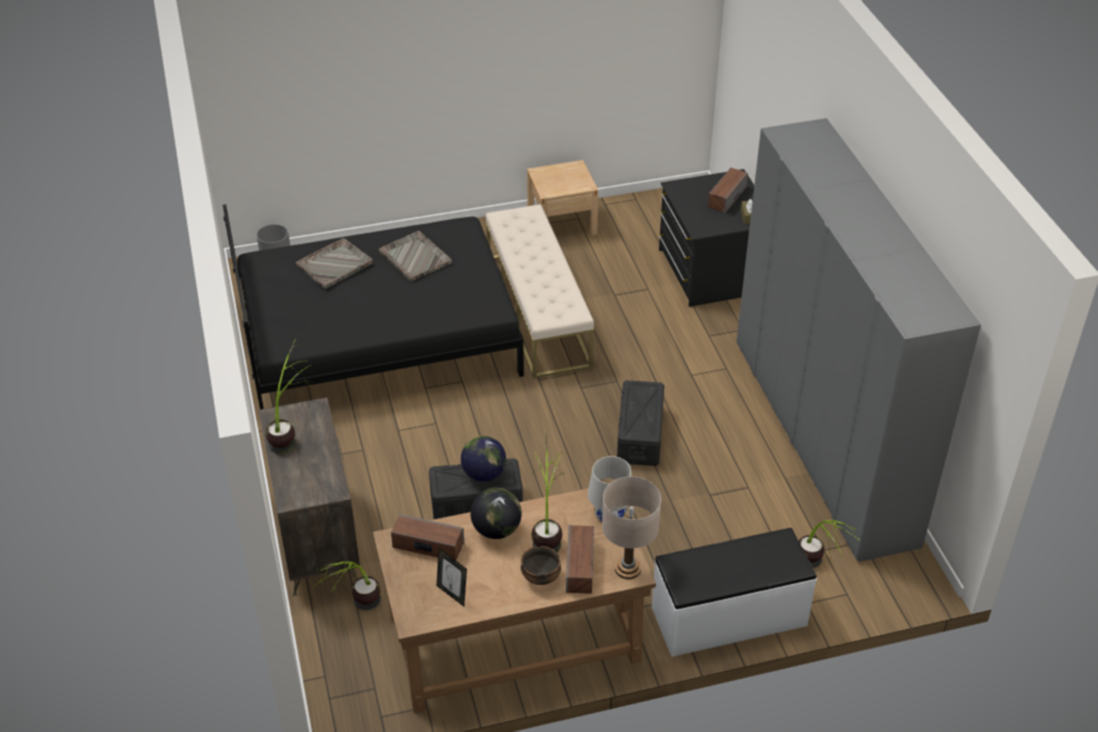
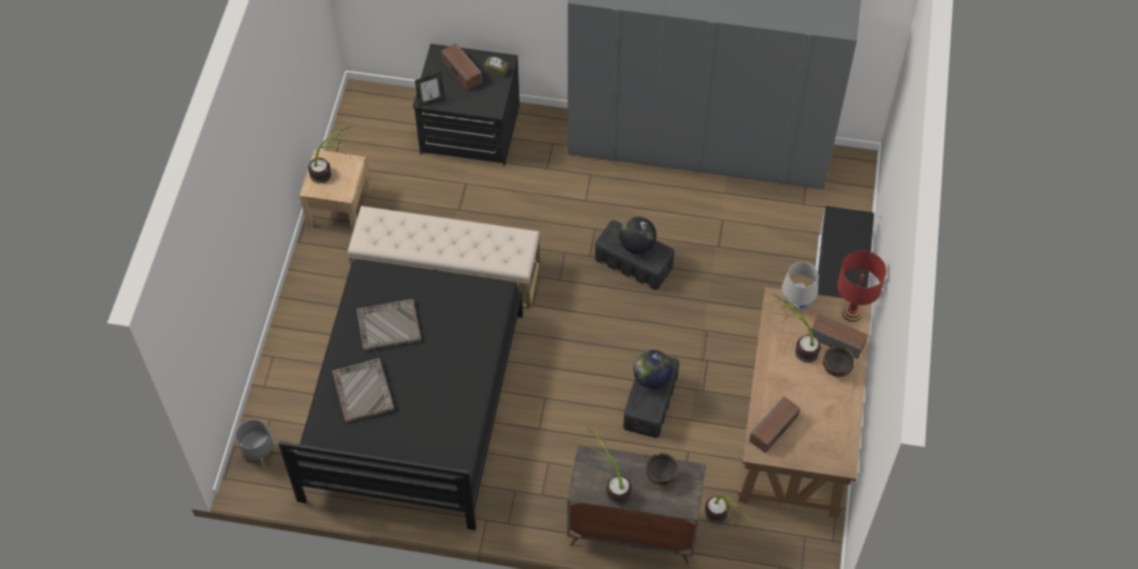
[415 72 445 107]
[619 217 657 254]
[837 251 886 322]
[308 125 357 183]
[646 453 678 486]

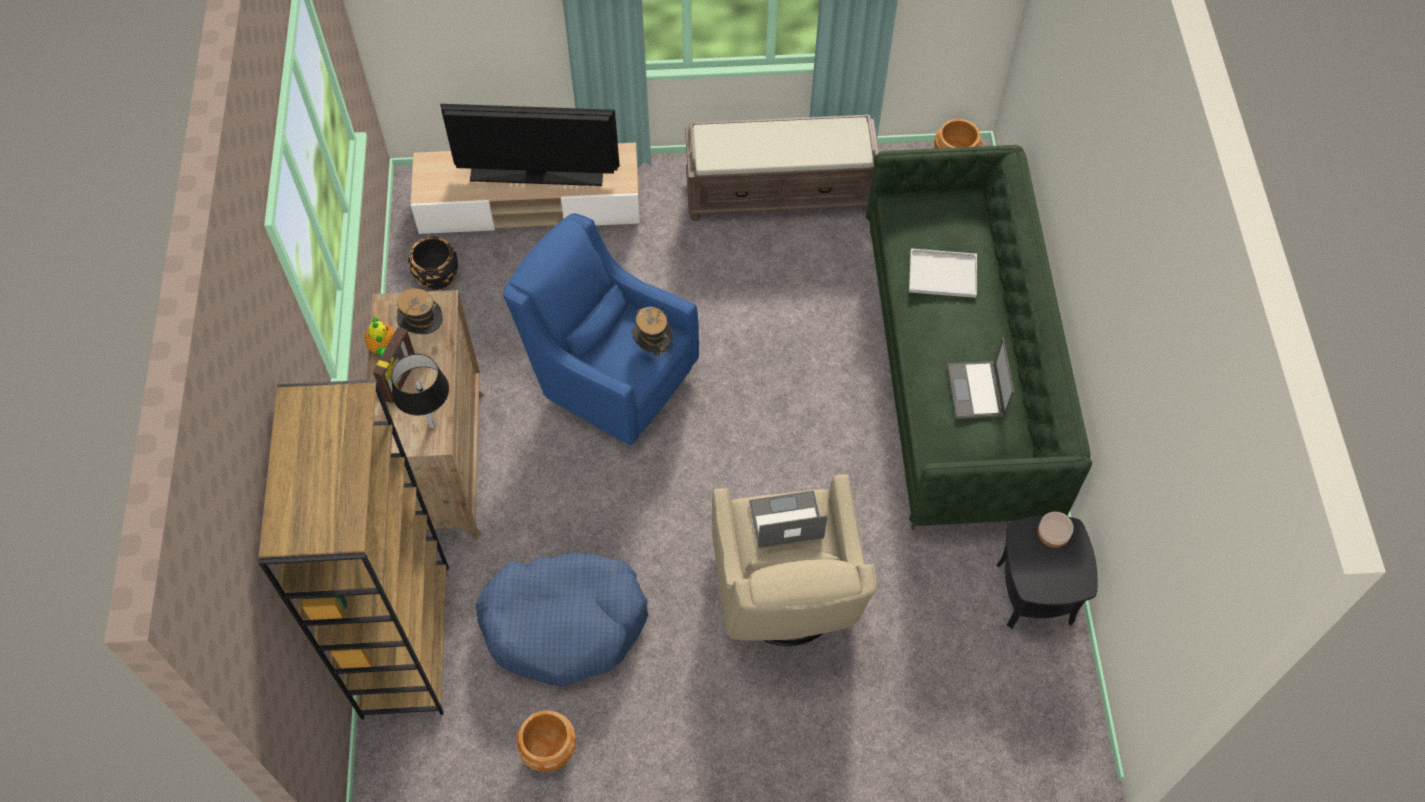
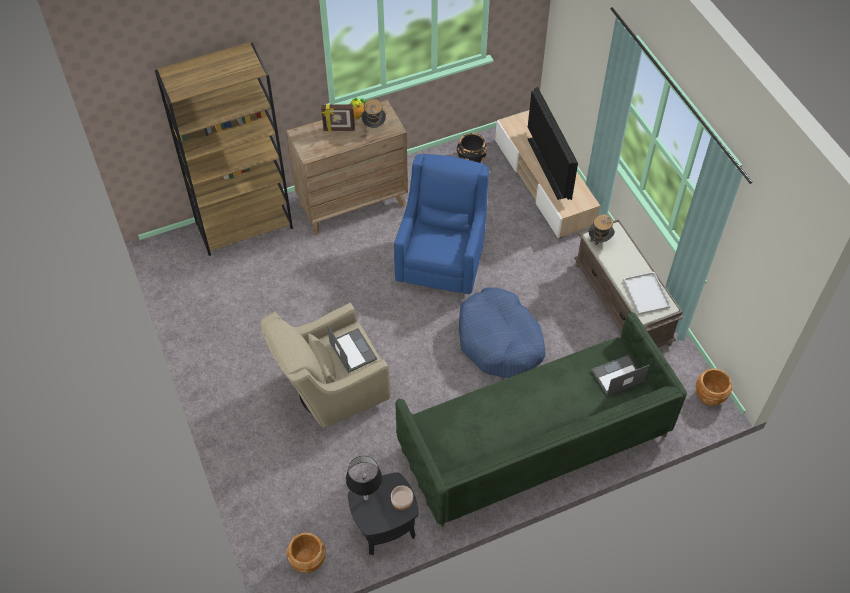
[346 456 382 500]
[459 287 545 378]
[287 533 326 573]
[588 214 615 245]
[623 272 671 315]
[591 355 649 396]

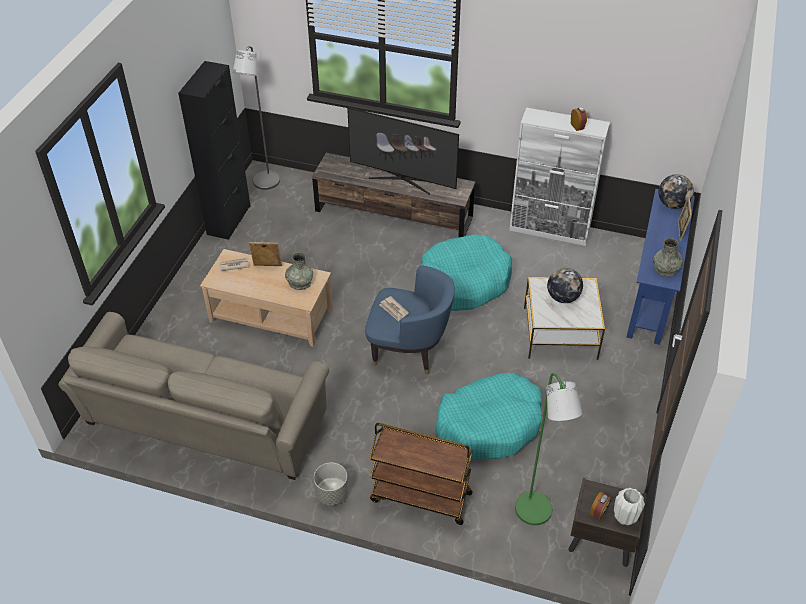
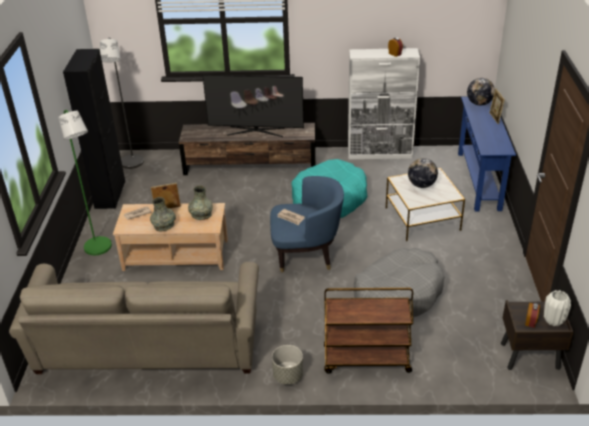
[353 248 444 317]
[58 110 112 255]
[150 197 176 231]

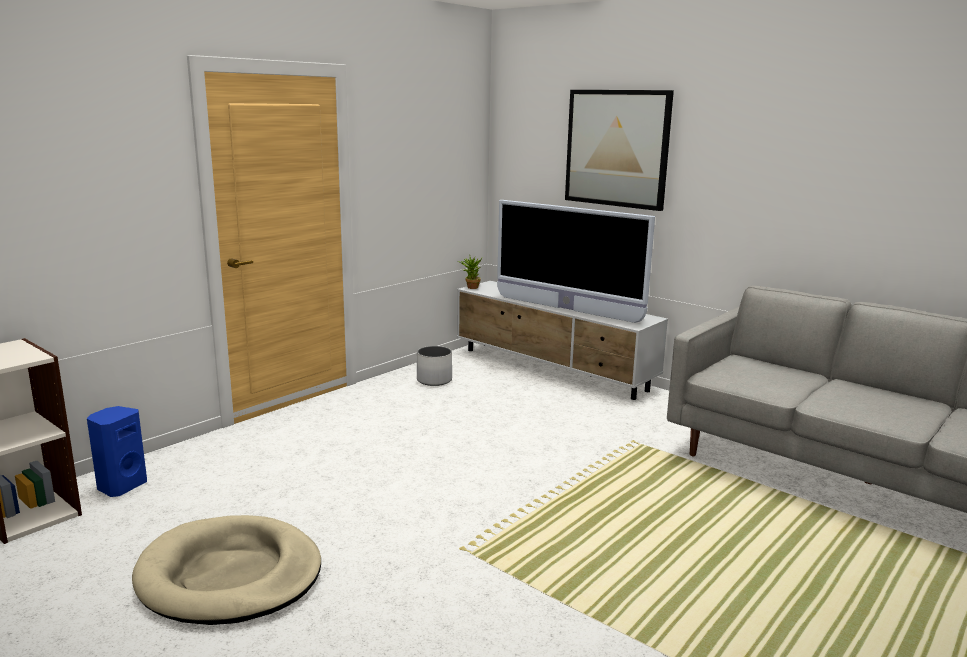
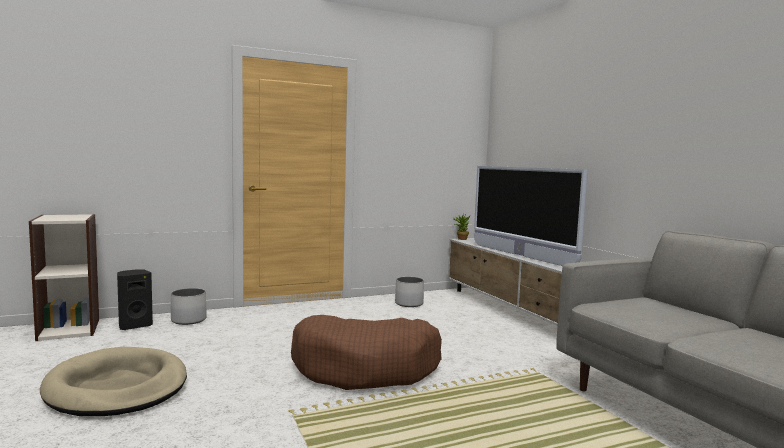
[117 269 153 330]
[565 90 674 211] (first image)
[171 288 207 325]
[291 315 442 390]

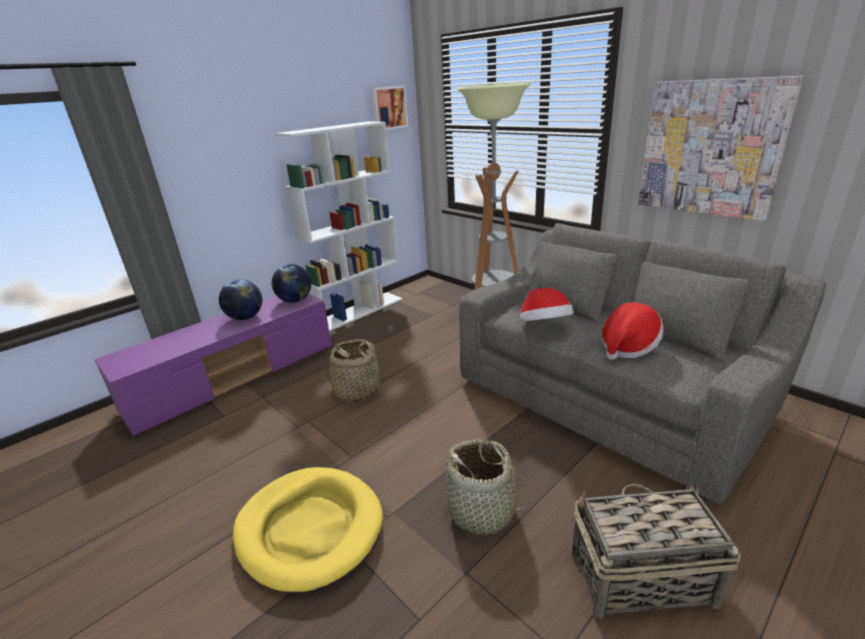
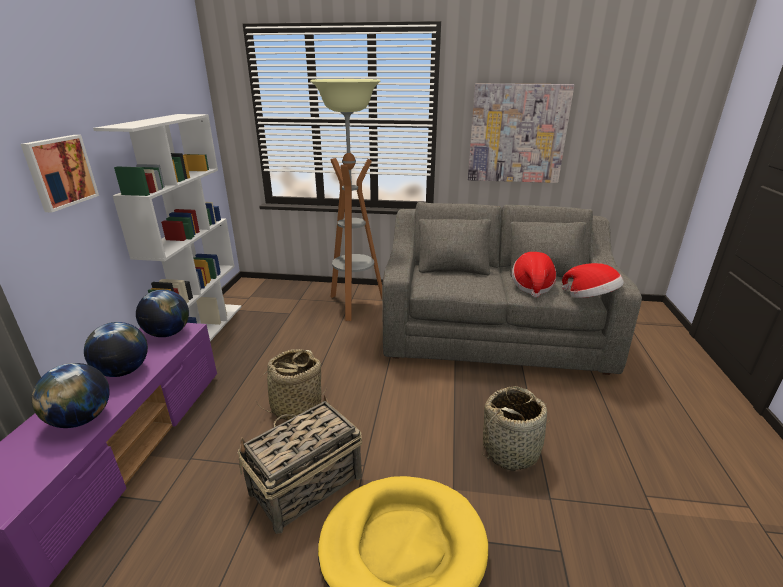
[21 135 99 212]
[562 263 624 298]
[237 395 362 534]
[32 363 110 428]

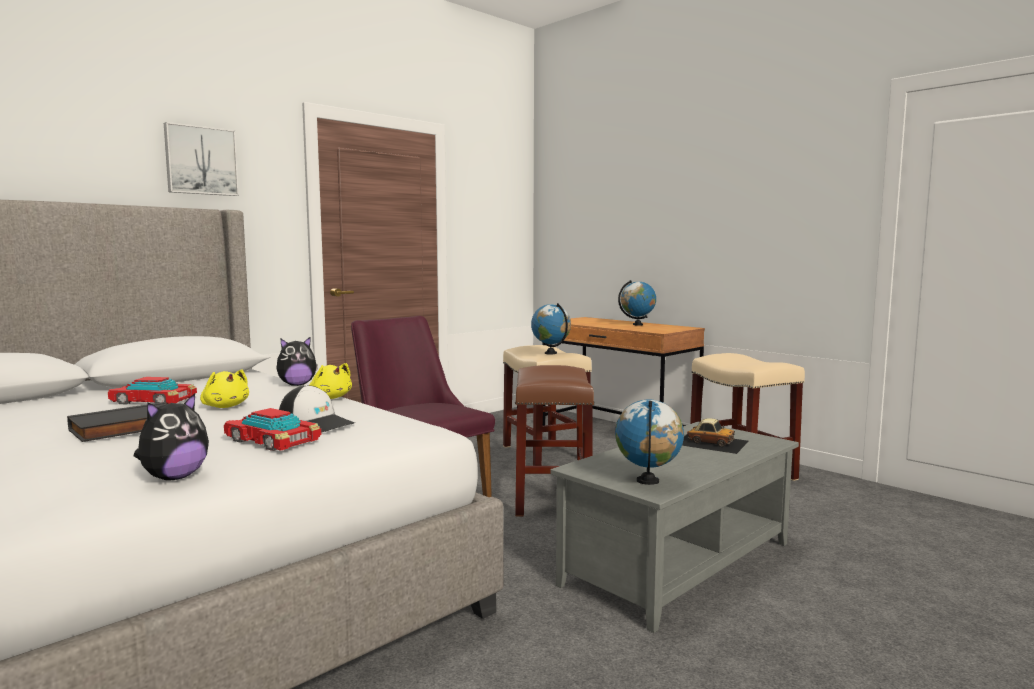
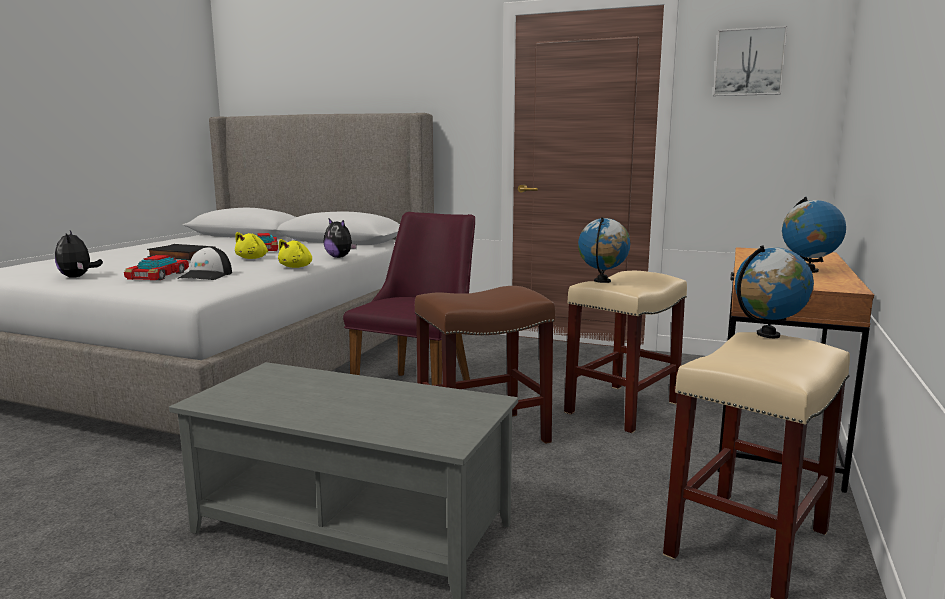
[55 230 103 278]
[713 26 788 96]
[735 245 814 338]
[682 418 749 454] (first image)

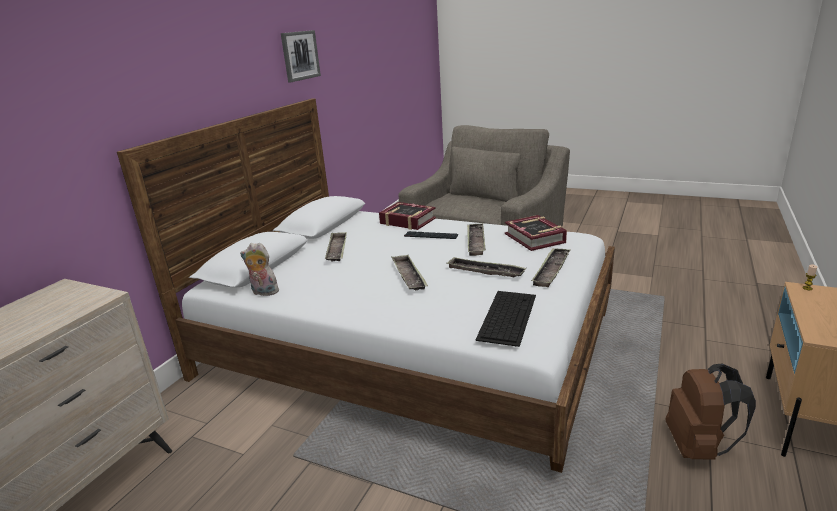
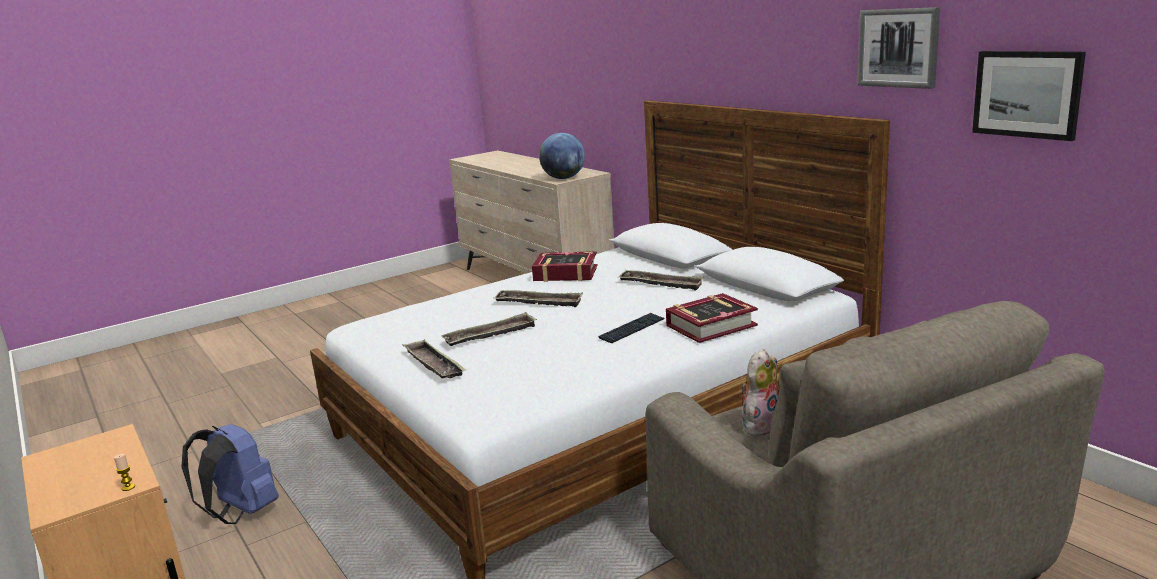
[741 349 778 436]
[467 223 486 256] (first image)
[475 291 536 347] (first image)
[532 251 598 282]
[182 424 279 524]
[539 133 585 179]
[972 51 1086 141]

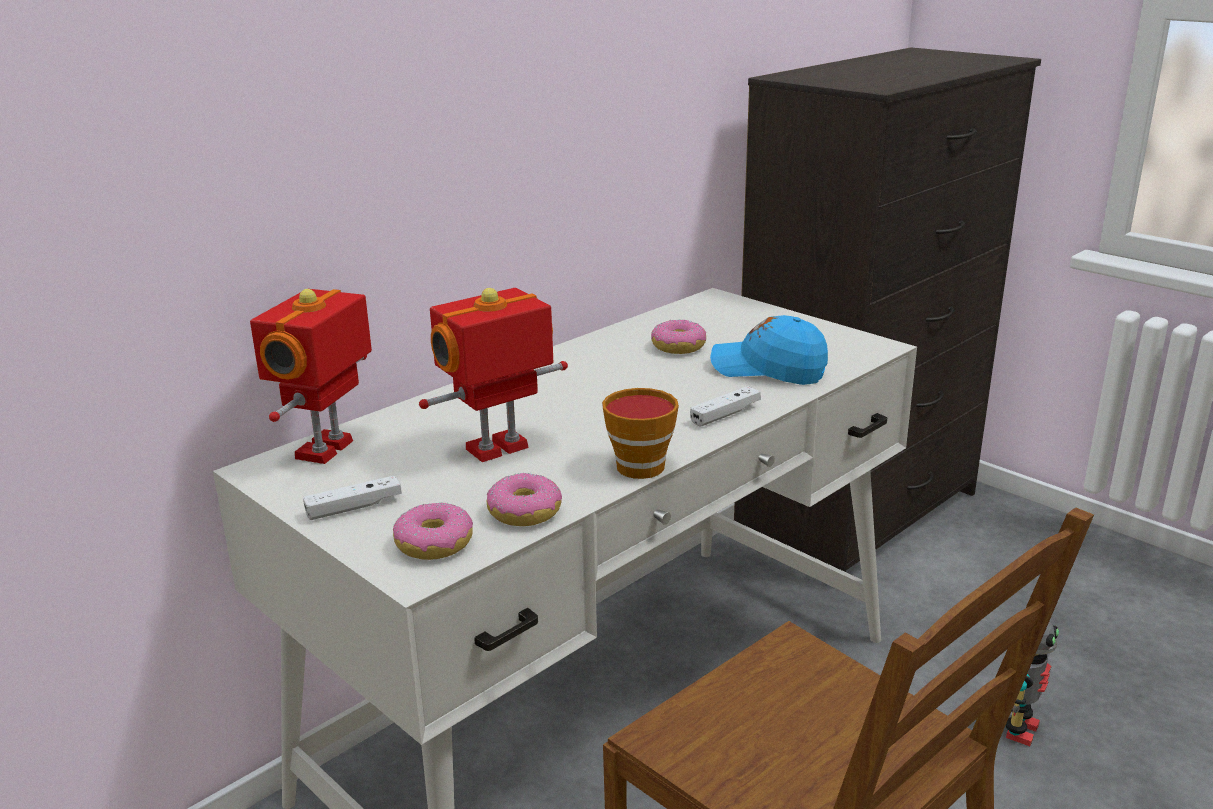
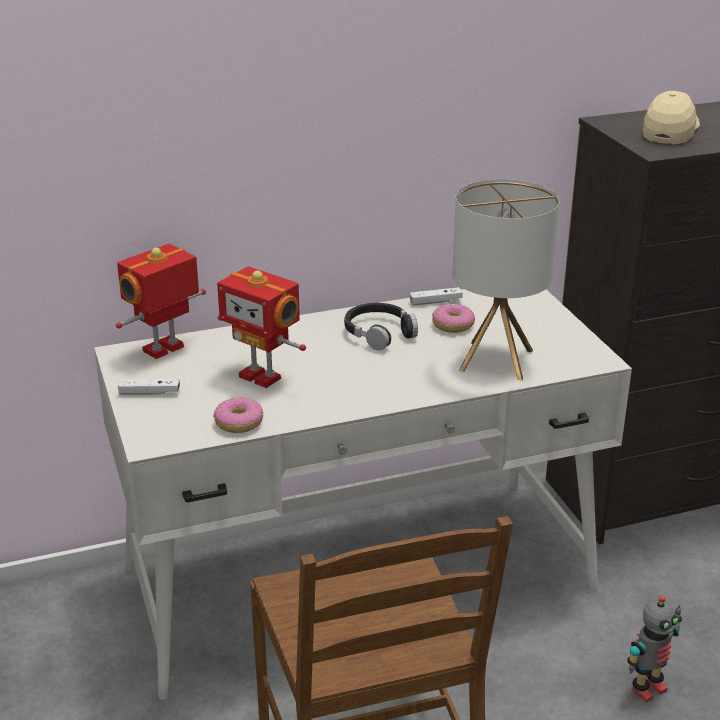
[393 503 473 560] (first image)
[217 266 306 388]
[602 388 679 479] (first image)
[410 287 462 306]
[452 179 560 381]
[344 303 418 350]
[643 91 700 145]

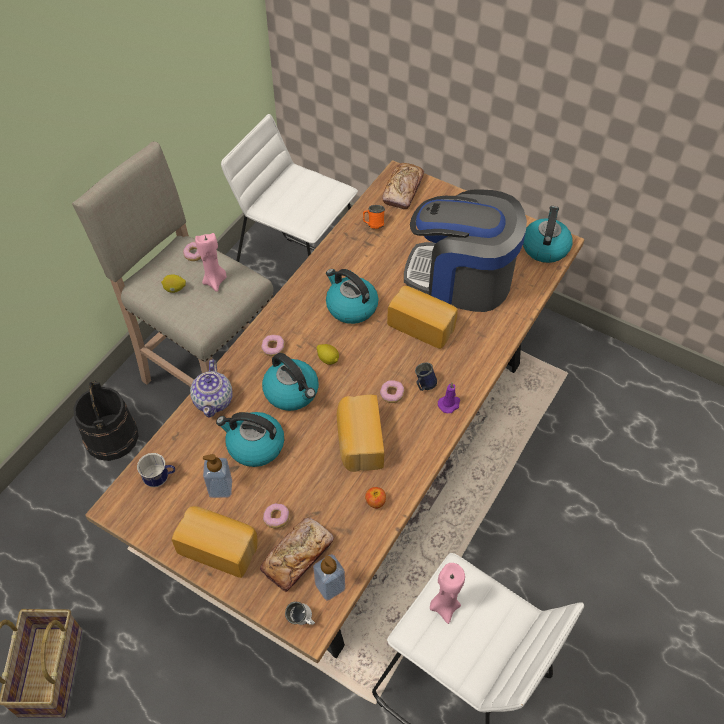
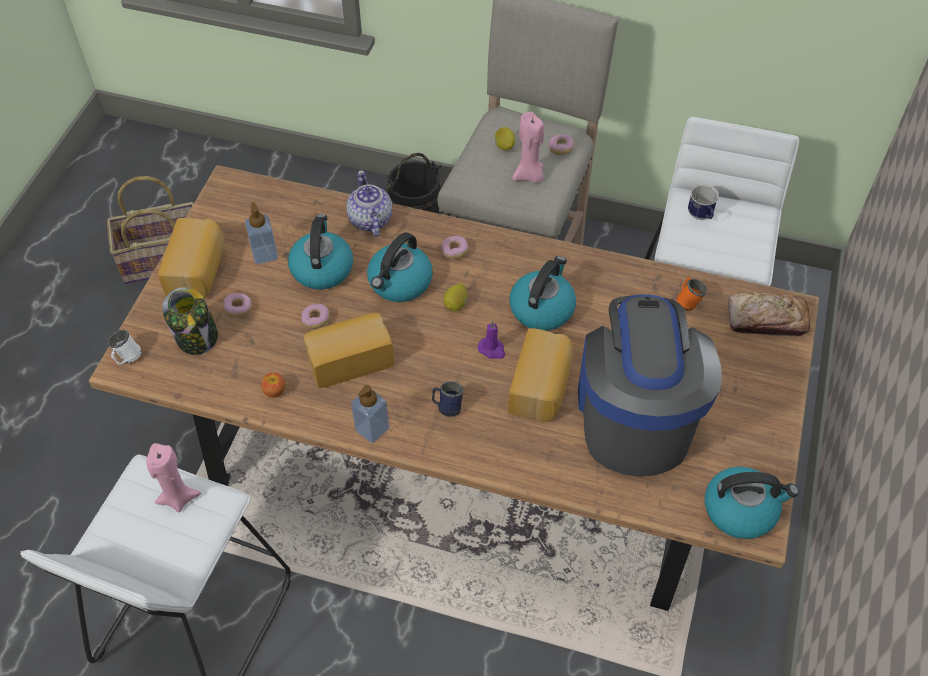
[688 184 719 220]
[346 170 392 237]
[162 287 218 355]
[351 385 389 443]
[301 304 330 329]
[478 320 505 359]

